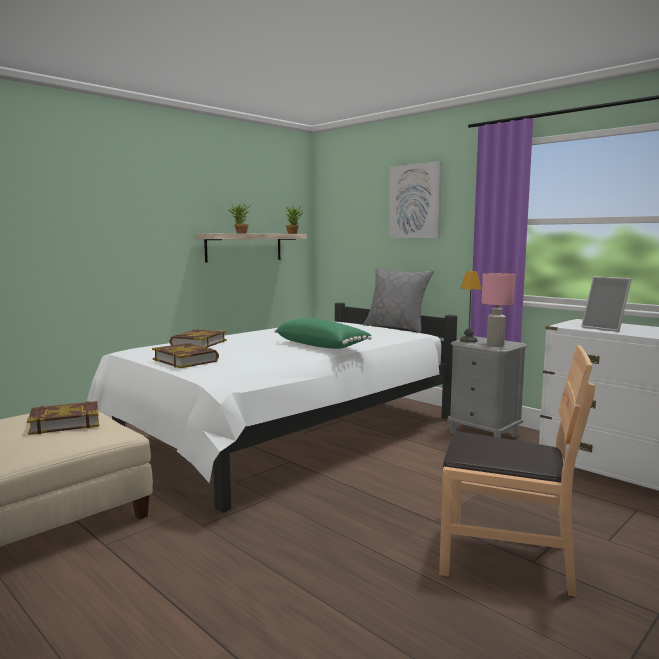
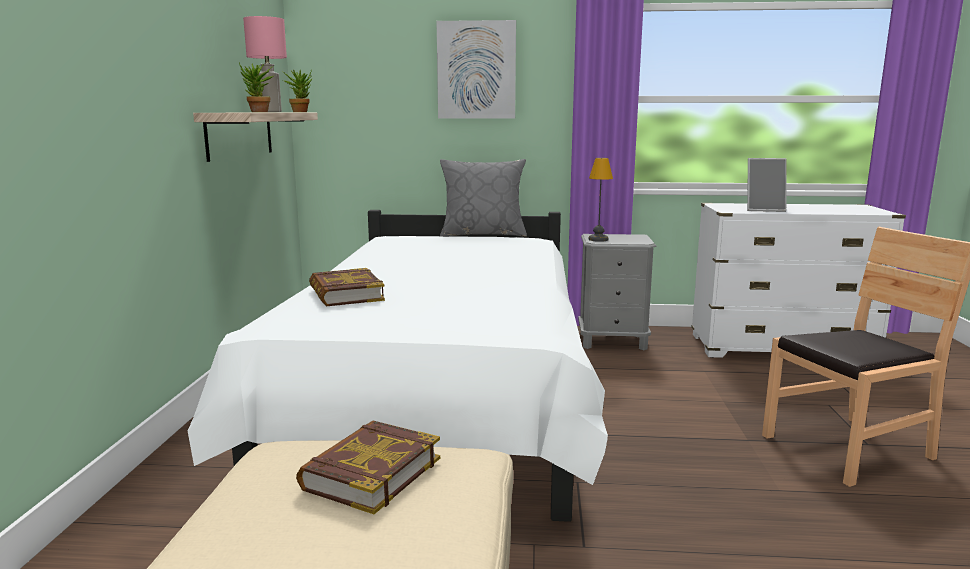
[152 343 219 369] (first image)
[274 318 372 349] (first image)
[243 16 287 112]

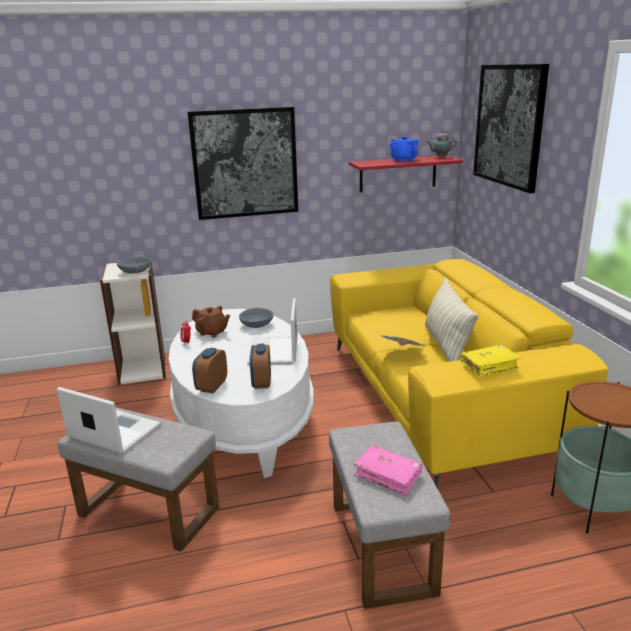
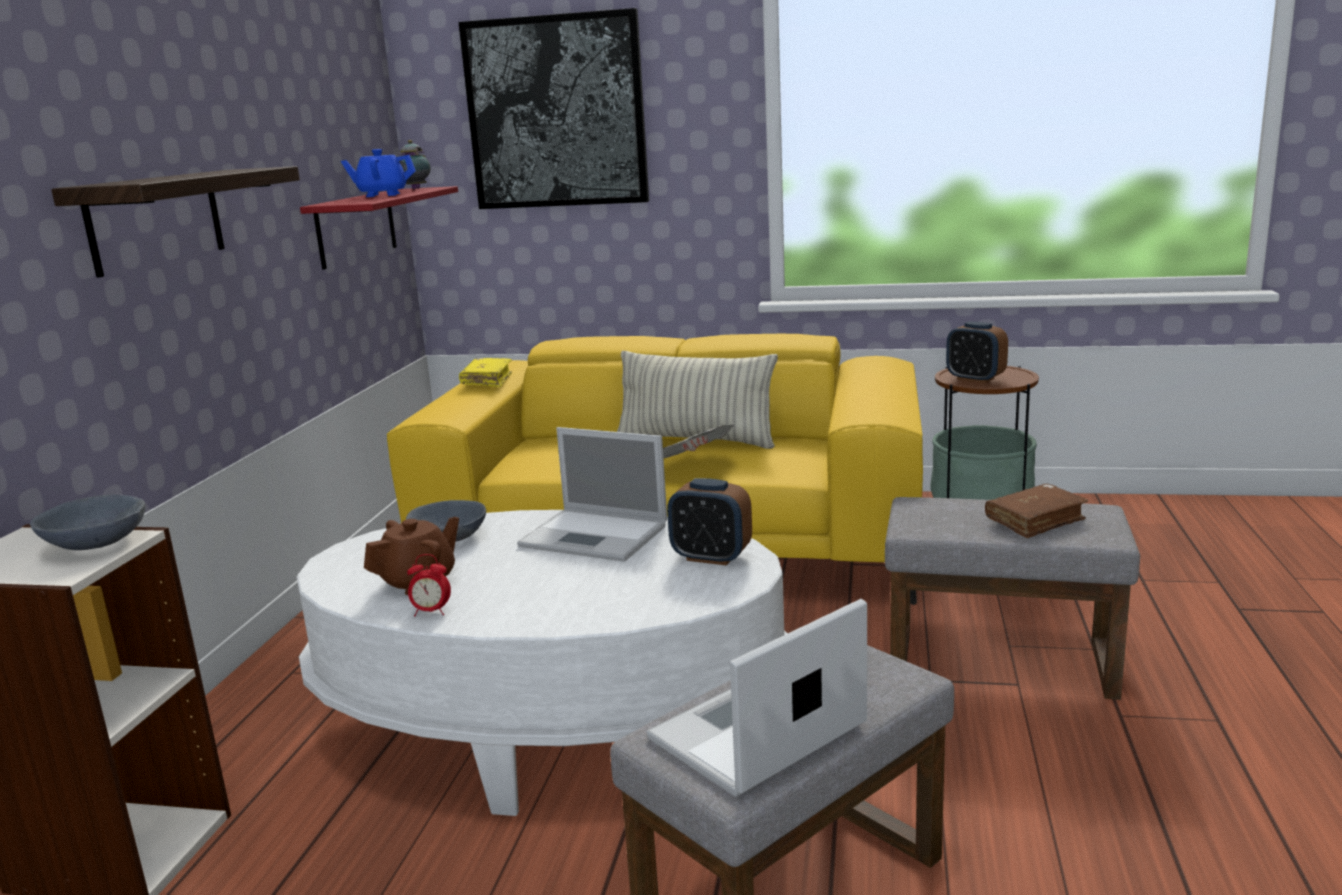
[51 166 300 278]
[946 321 1008 383]
[985 484 1088 538]
[459 358 512 387]

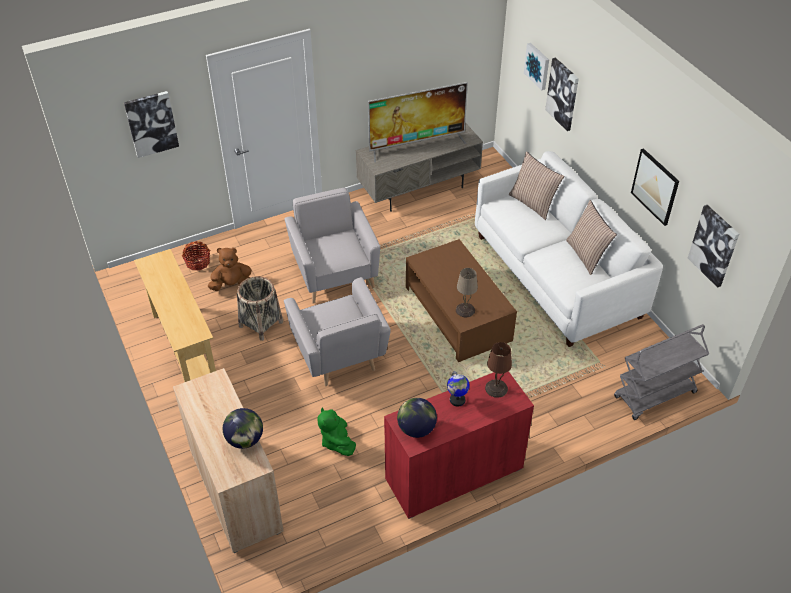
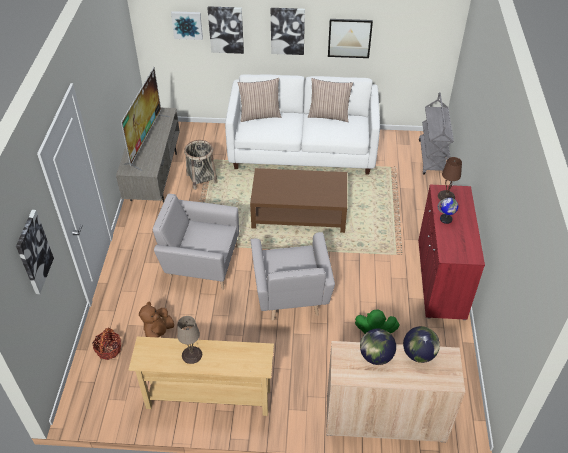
[184 140 217 190]
[251 232 335 321]
[360 328 396 365]
[177 316 202 364]
[271 8 305 55]

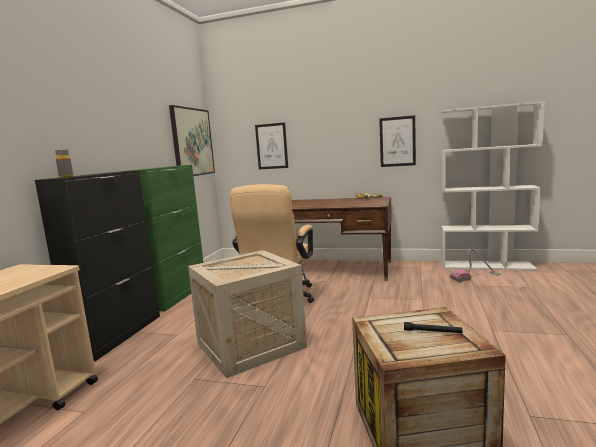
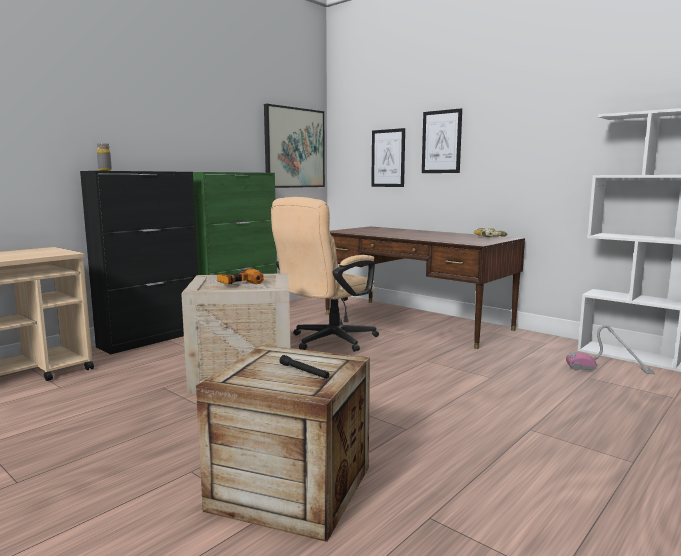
[422 108 462 173]
[217 268 264 284]

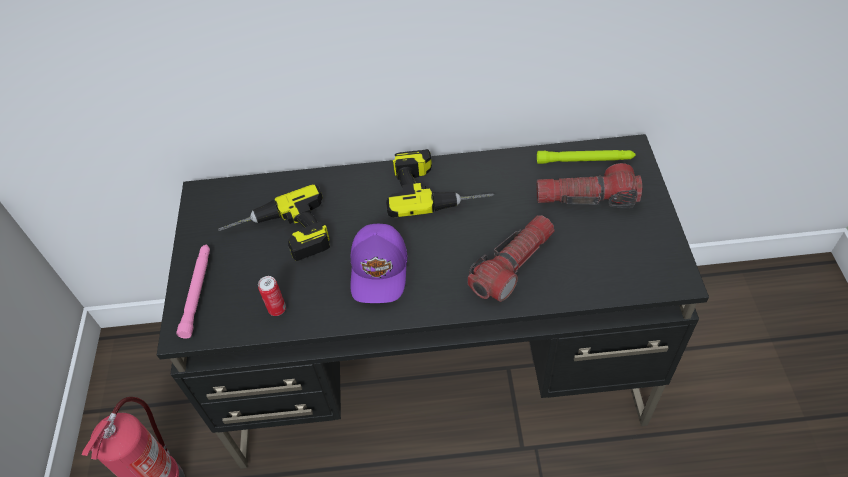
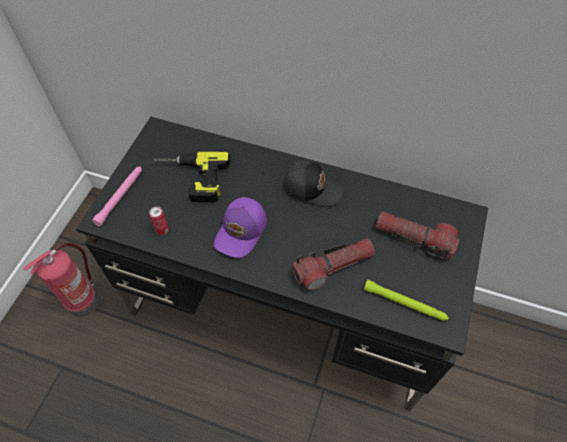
[283 160 344 207]
[364 280 449 321]

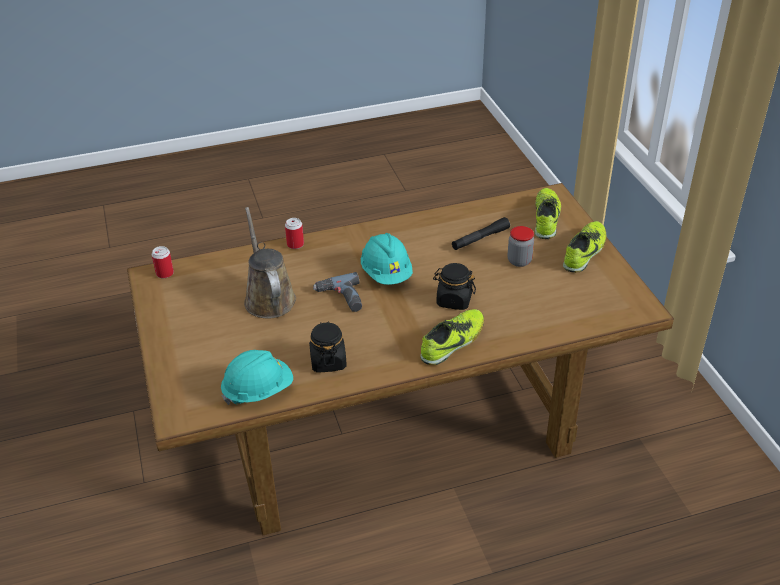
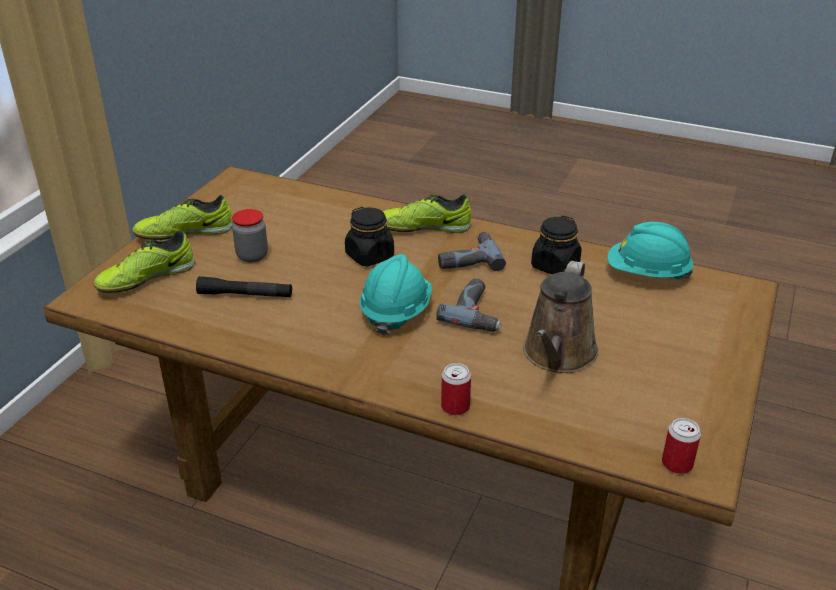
[438 232 506 271]

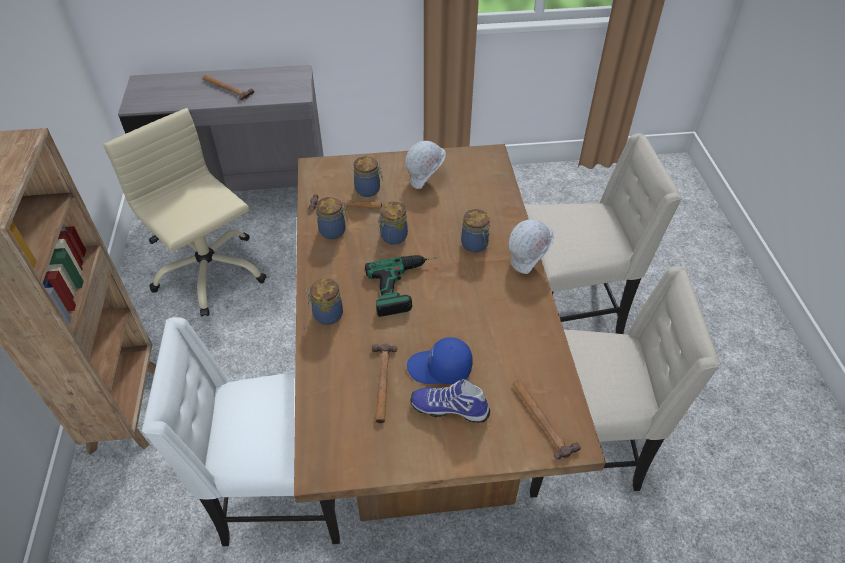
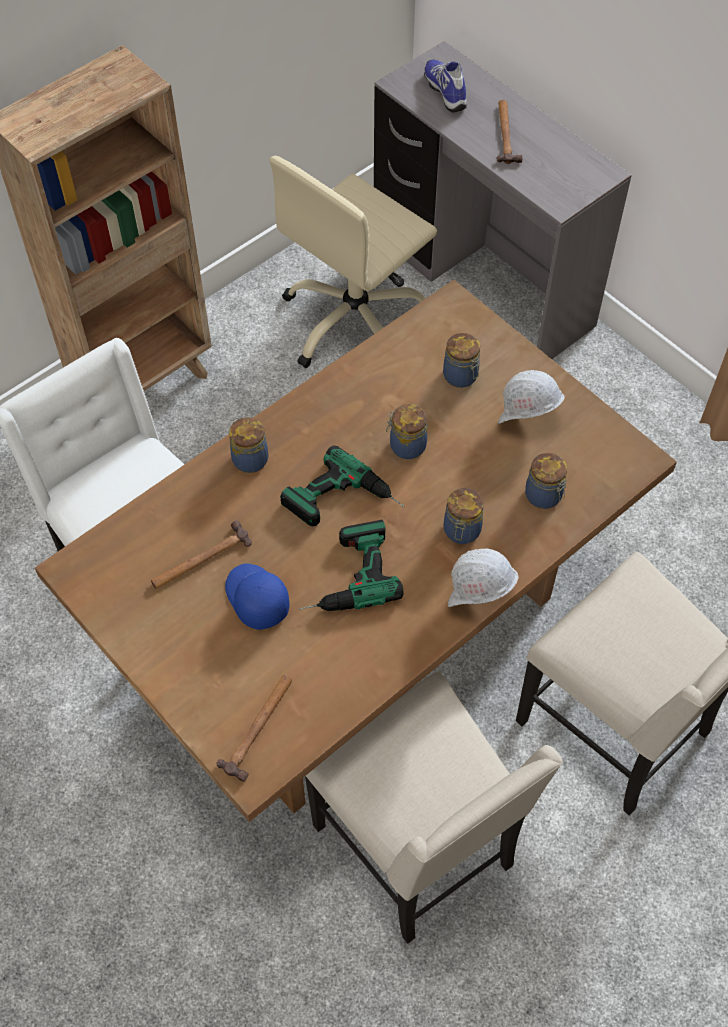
[270 155 437 368]
[309 194 382 211] (first image)
[525 453 567 509]
[424 59 467 113]
[299 520 404 611]

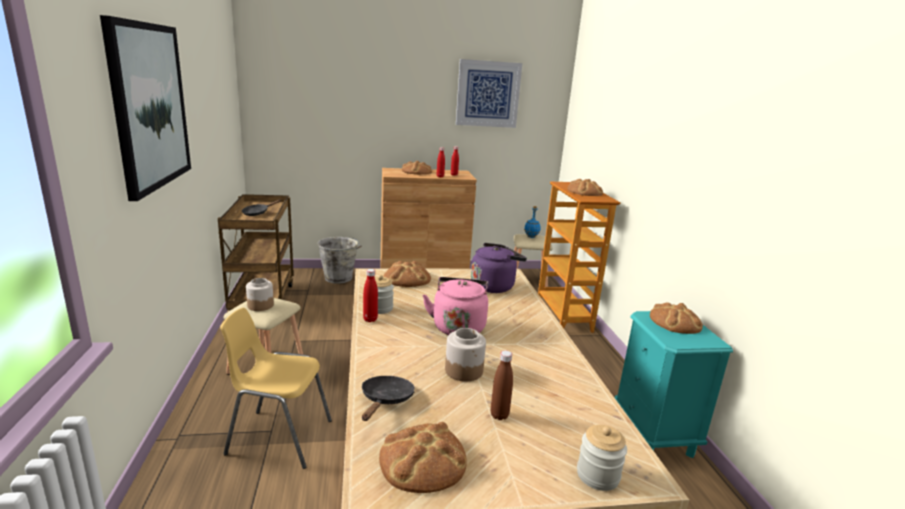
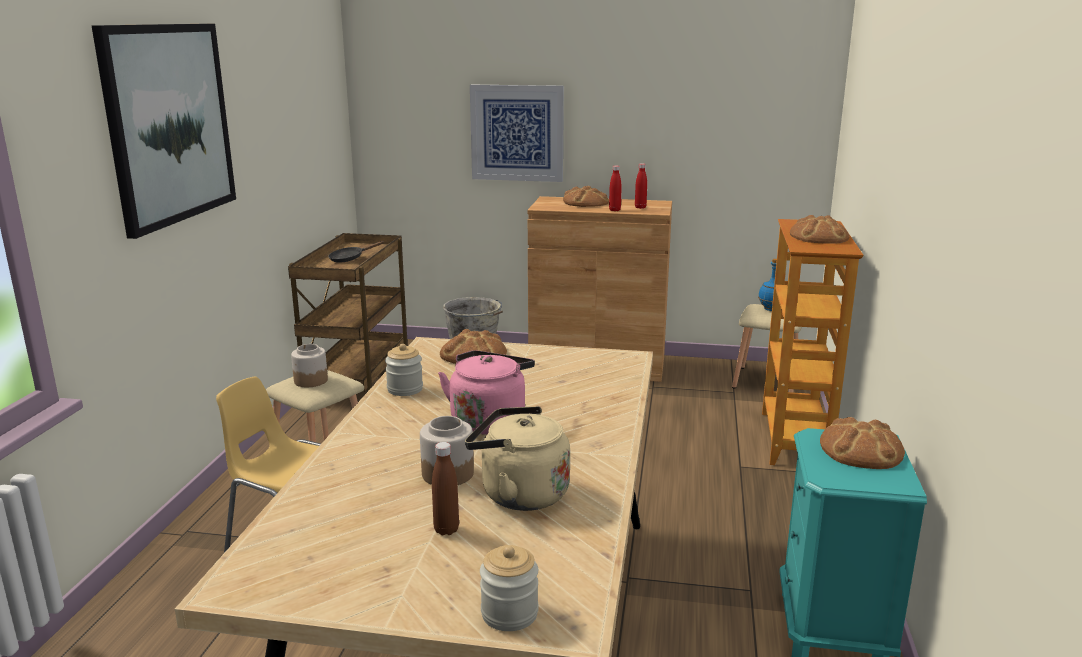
[362 376 415 421] (first image)
[363 269 378 322] (first image)
[379 422 467 493] (first image)
[470 85 564 182]
[471 243 527 293] (first image)
[465 406 570 511]

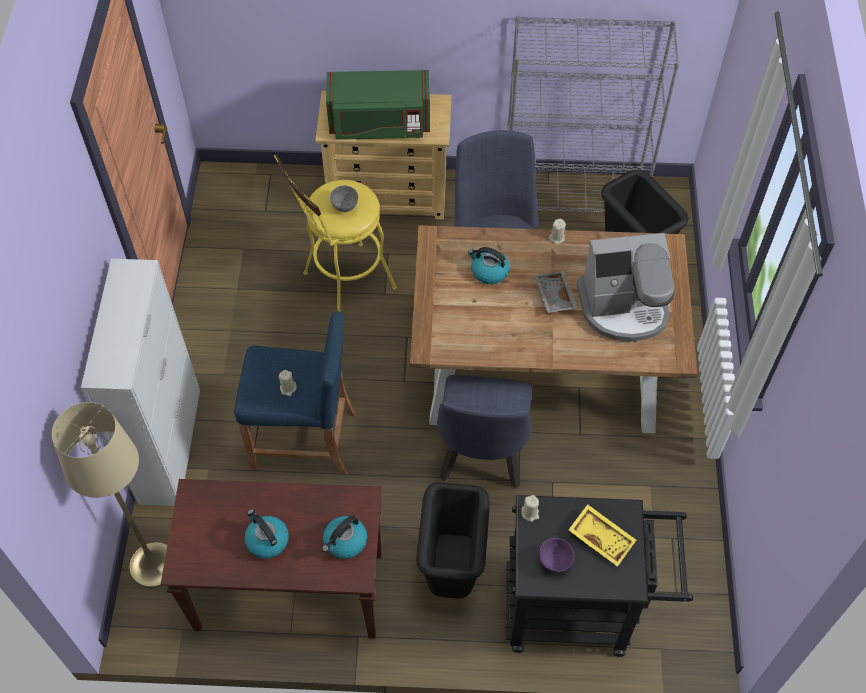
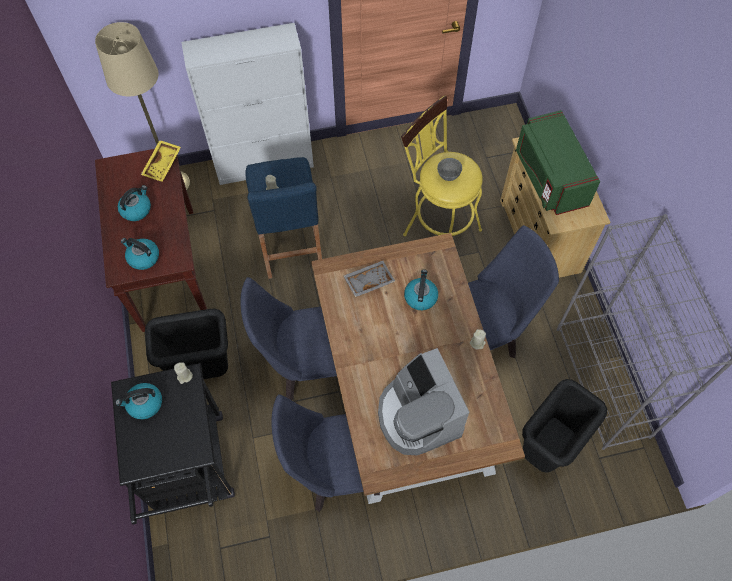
[344 261 395 297]
[116 383 162 419]
[141 140 181 182]
[271 394 380 512]

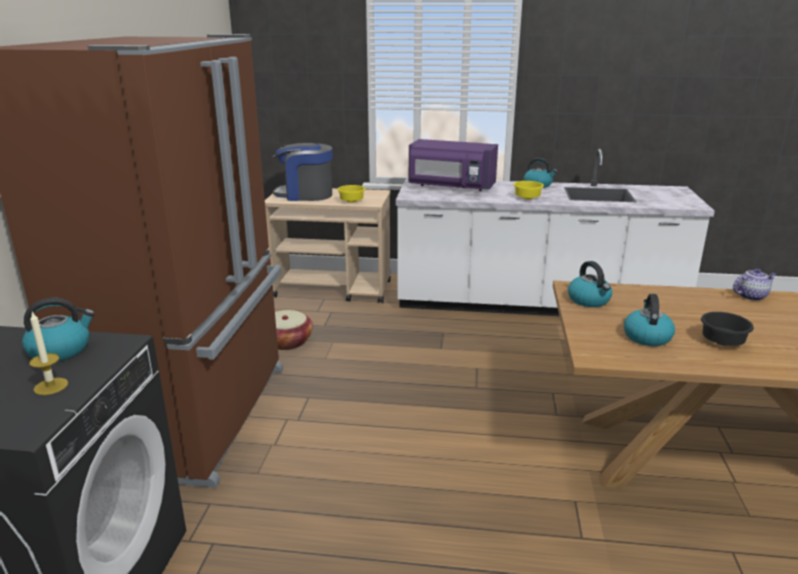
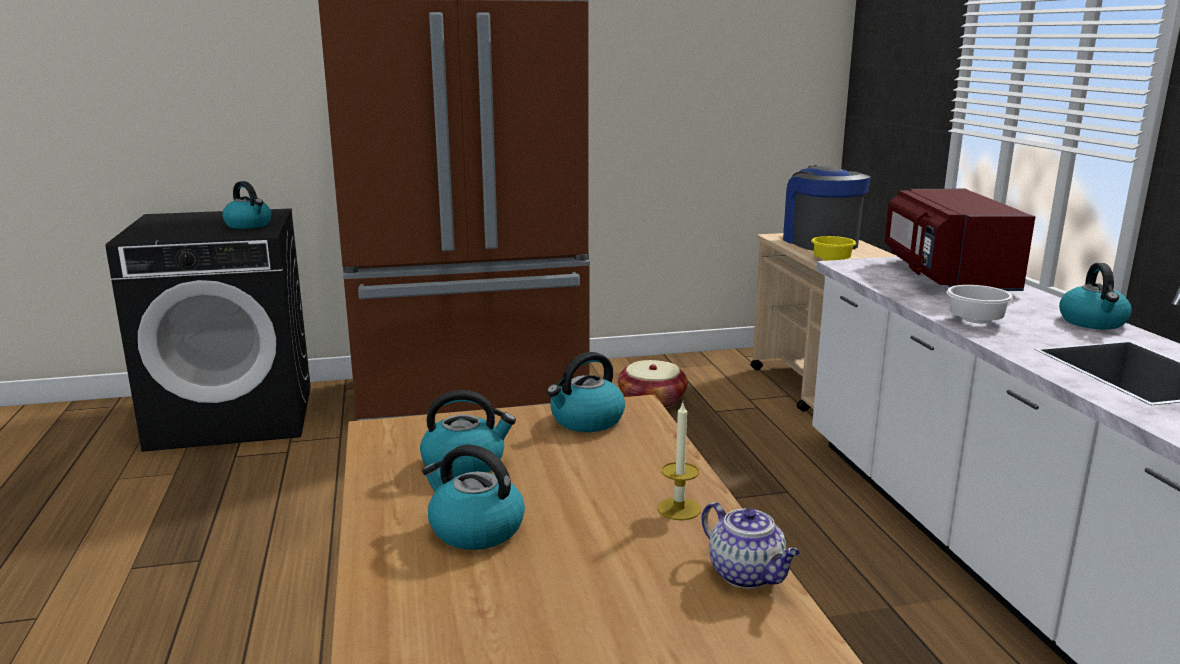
[657 403 701 520]
[885 189 1035 291]
[947 285 1013 323]
[422 444 525 550]

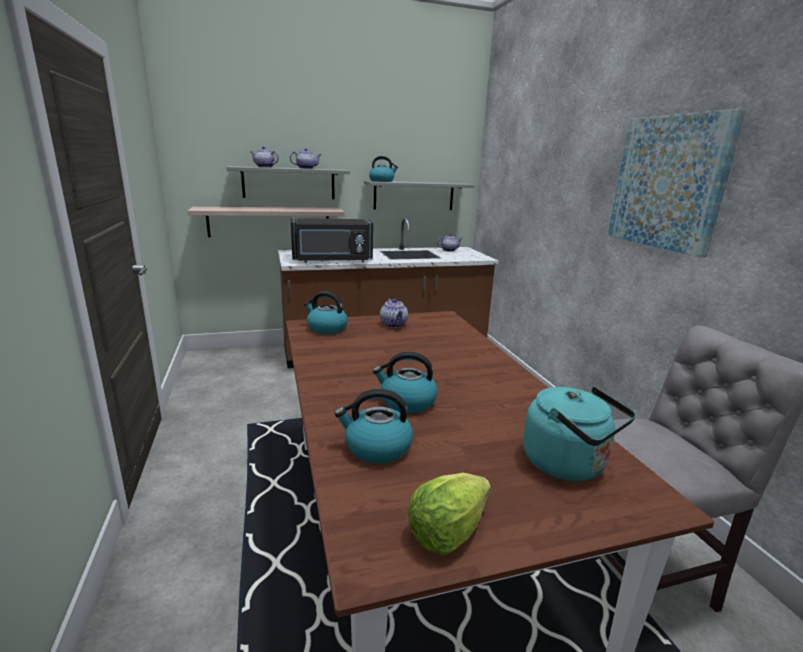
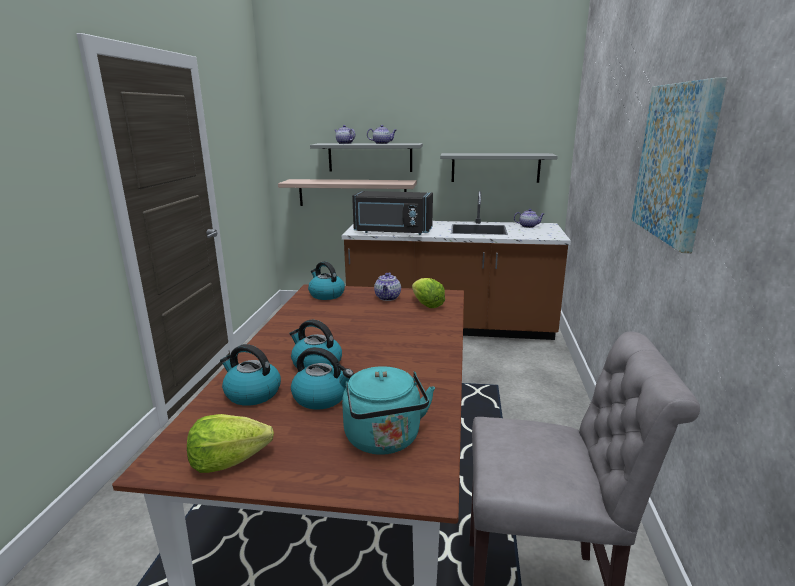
[291 347 354 410]
[412 278 445 308]

